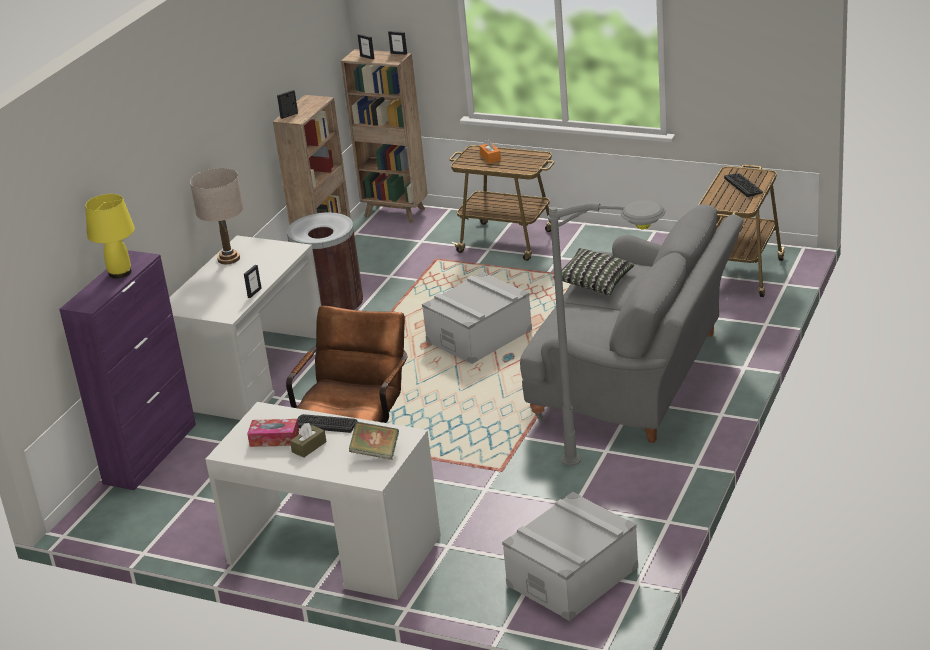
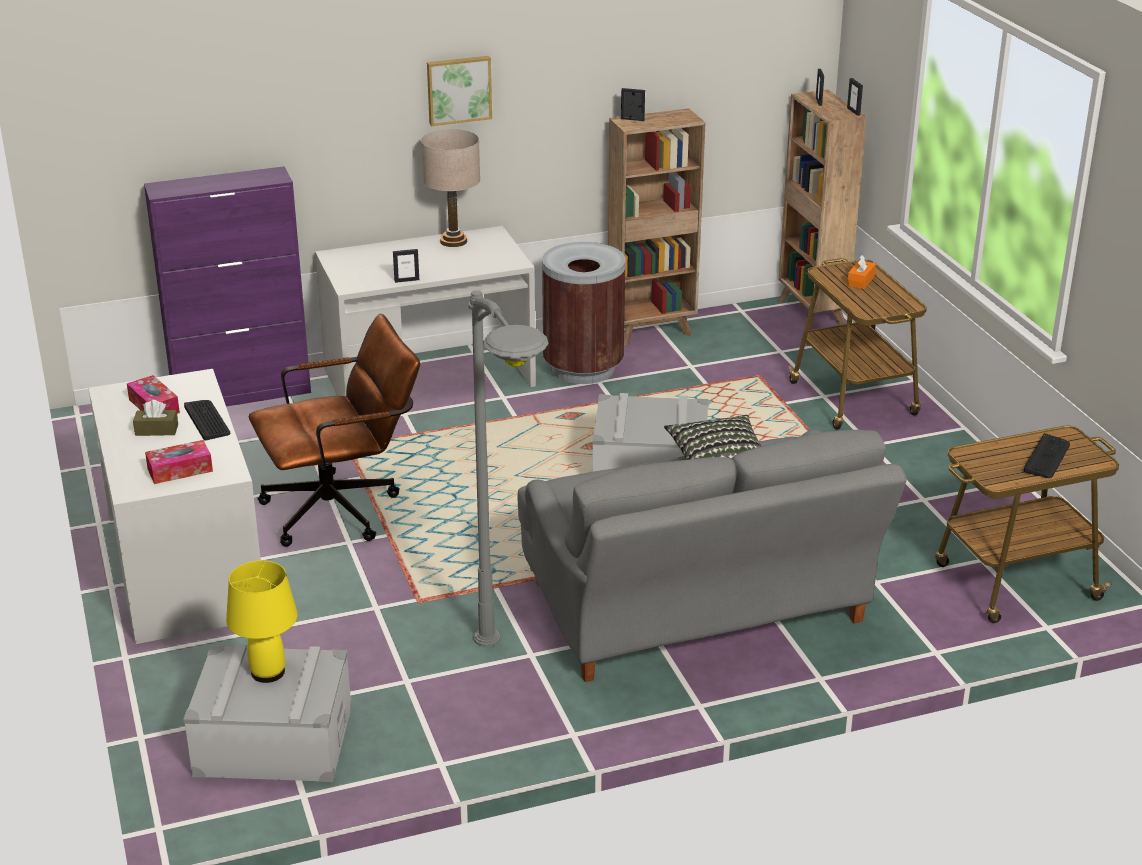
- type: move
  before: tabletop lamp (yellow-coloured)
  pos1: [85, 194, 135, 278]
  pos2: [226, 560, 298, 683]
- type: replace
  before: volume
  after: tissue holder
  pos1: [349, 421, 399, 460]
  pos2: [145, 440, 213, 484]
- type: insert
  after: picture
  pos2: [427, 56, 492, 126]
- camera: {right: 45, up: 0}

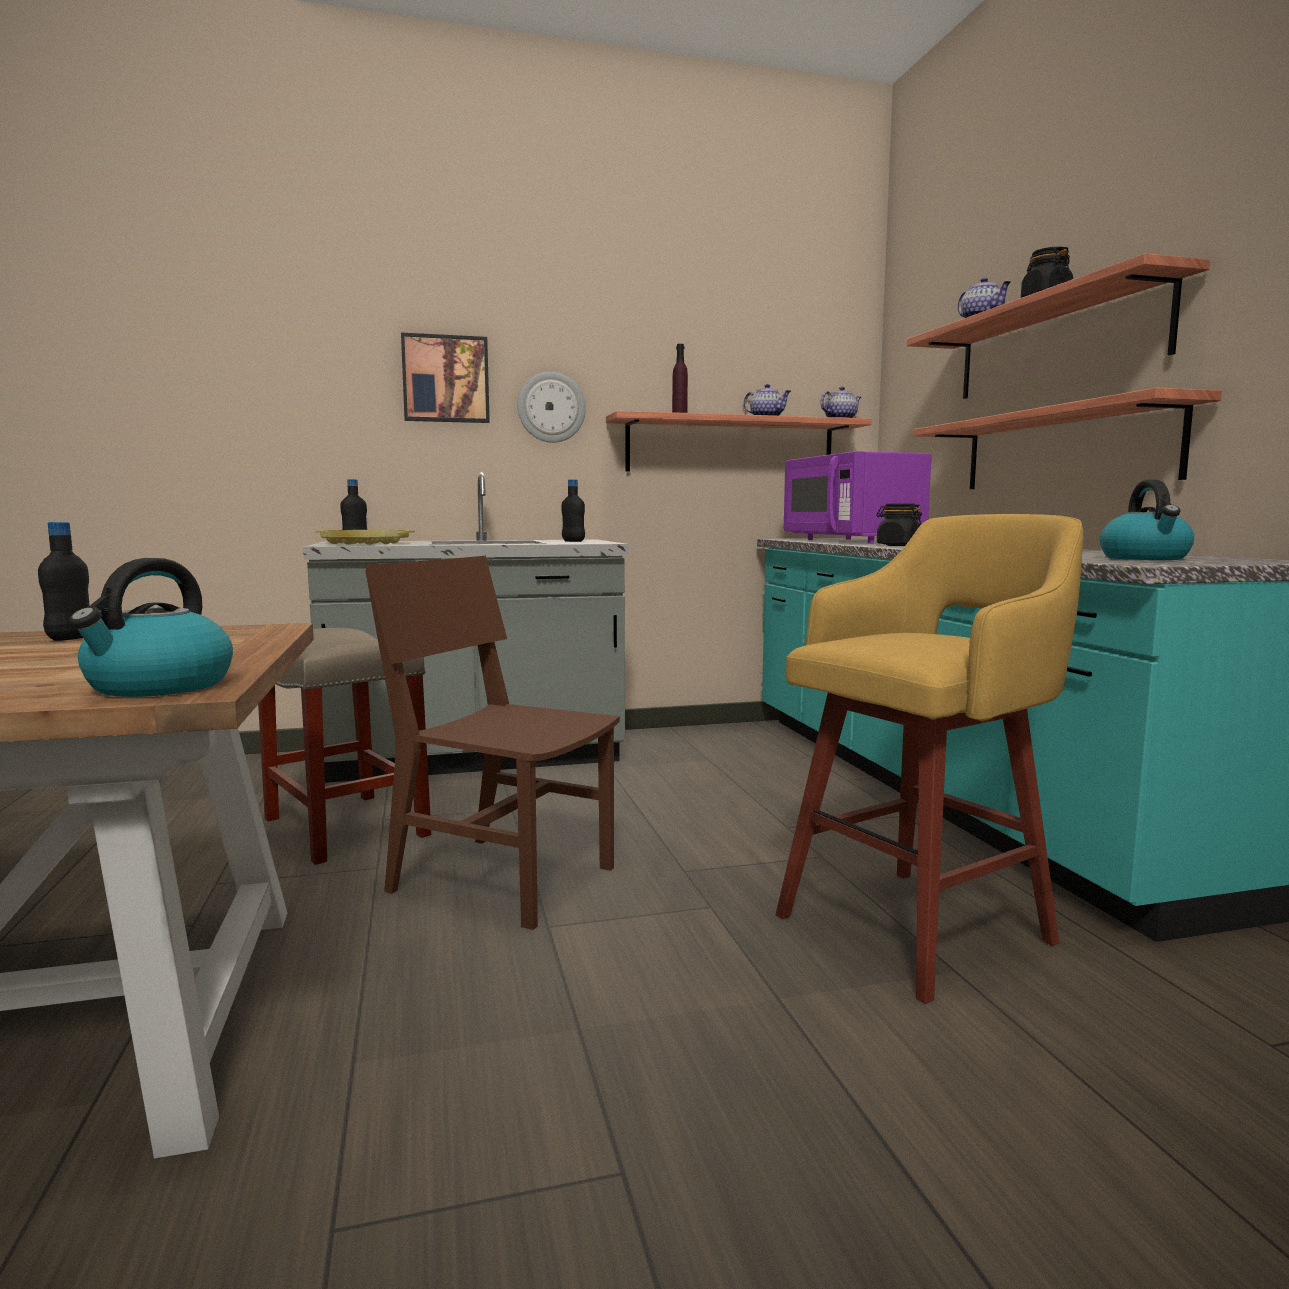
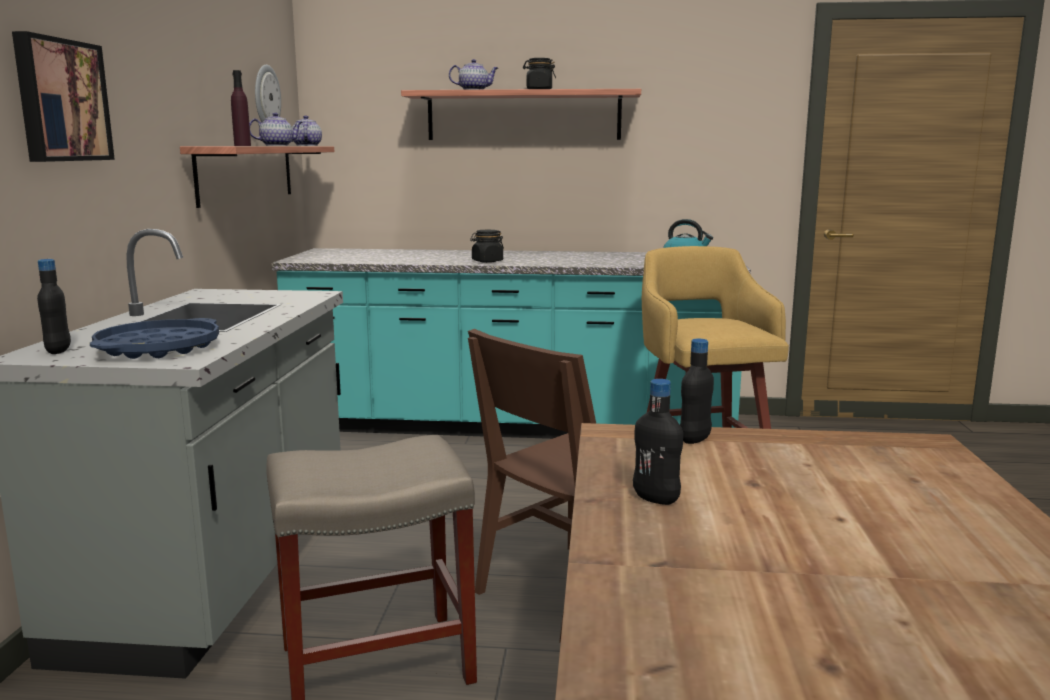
- type: move
  before: wall clock
  pos1: [517, 372, 586, 443]
  pos2: [255, 65, 281, 122]
- type: delete
  before: bracket shelf
  pos1: [913, 387, 1222, 489]
- type: delete
  before: microwave (purple)
  pos1: [784, 451, 932, 544]
- type: move
  before: bottle (black)
  pos1: [561, 479, 585, 542]
  pos2: [680, 339, 714, 444]
- type: recolor
  before: serving tray (yellow-coloured)
  after: serving tray (blue-coloured)
  pos1: [315, 530, 415, 545]
  pos2: [90, 318, 219, 359]
- type: delete
  before: water kettle
  pos1: [69, 558, 233, 697]
- camera: {right: -70, up: 5}

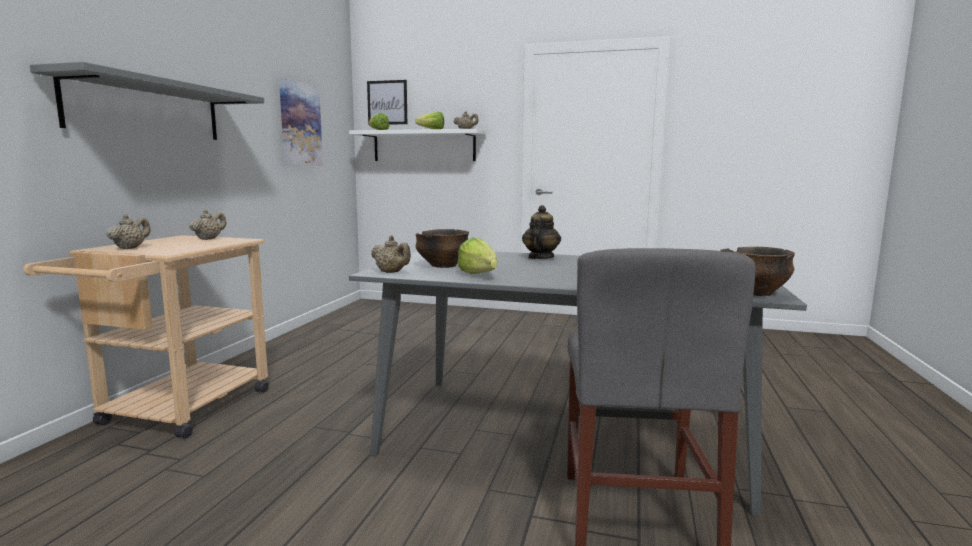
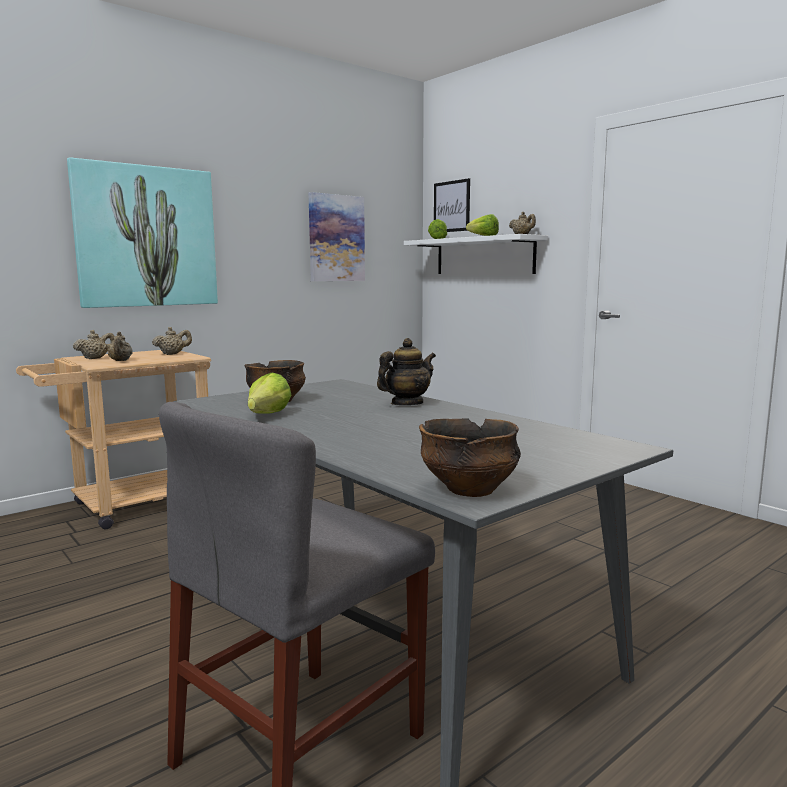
- type: replace
  before: bracket shelf (gray)
  after: picture
  pos1: [30, 62, 264, 140]
  pos2: [67, 157, 218, 308]
- type: move
  before: teapot (sand-coloured)
  pos1: [371, 236, 411, 273]
  pos2: [108, 332, 133, 361]
- camera: {right: 35, up: 0}

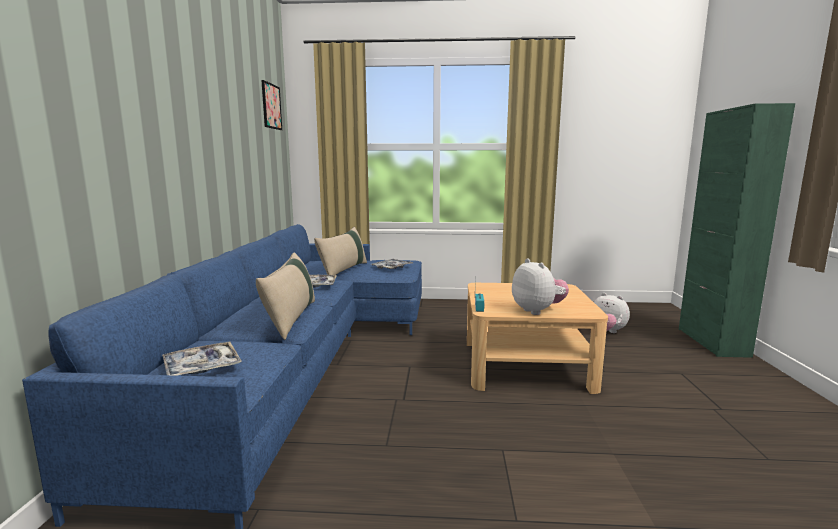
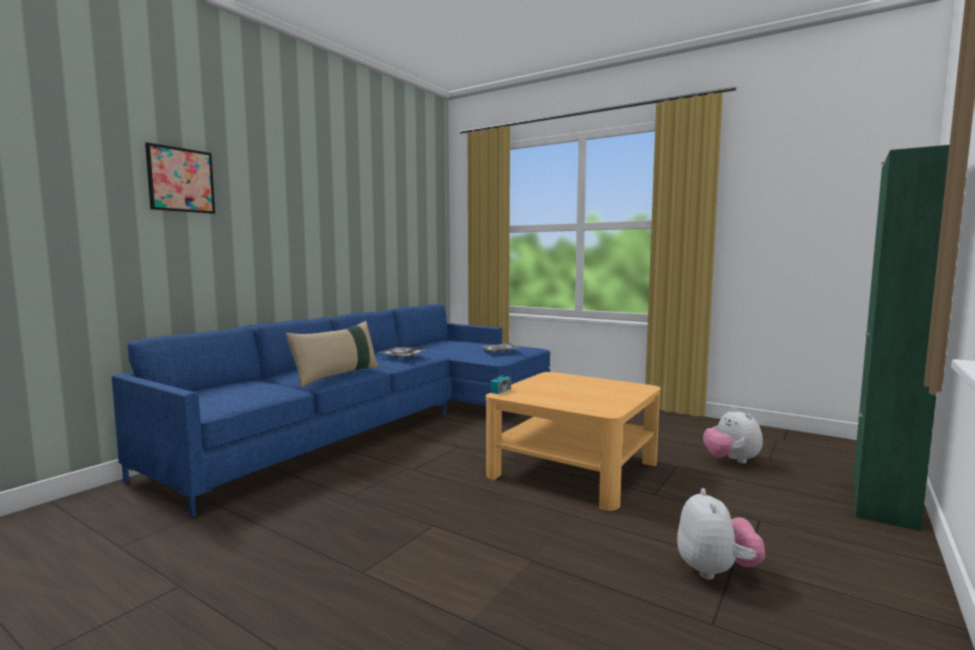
- type: move
  before: picture
  pos1: [261, 80, 282, 130]
  pos2: [145, 142, 215, 214]
- type: delete
  before: throw pillow (sand-coloured)
  pos1: [314, 227, 367, 275]
- type: move
  before: plush toy
  pos1: [512, 258, 569, 315]
  pos2: [677, 488, 765, 580]
- type: delete
  before: serving tray
  pos1: [163, 342, 242, 376]
- camera: {right: 30, up: -5}

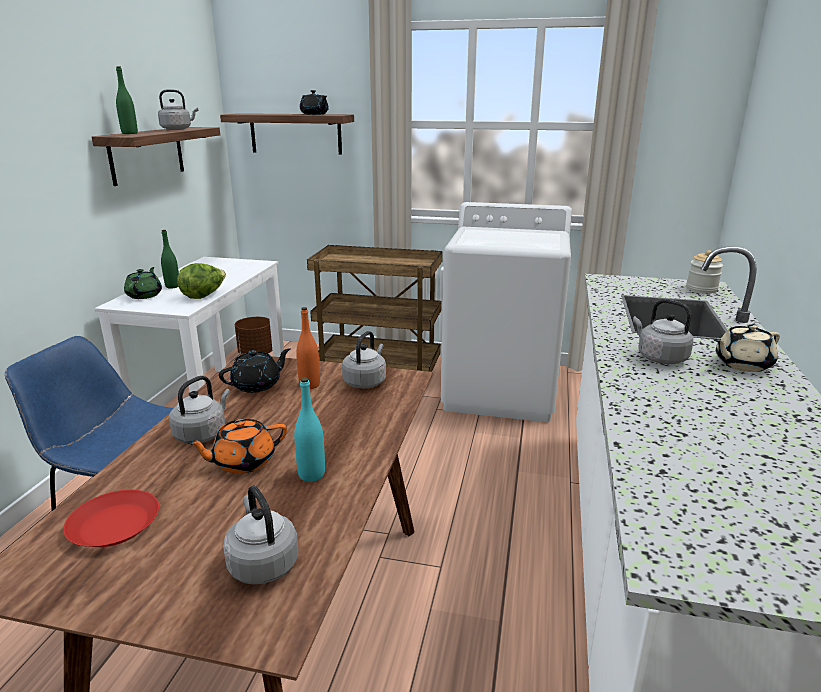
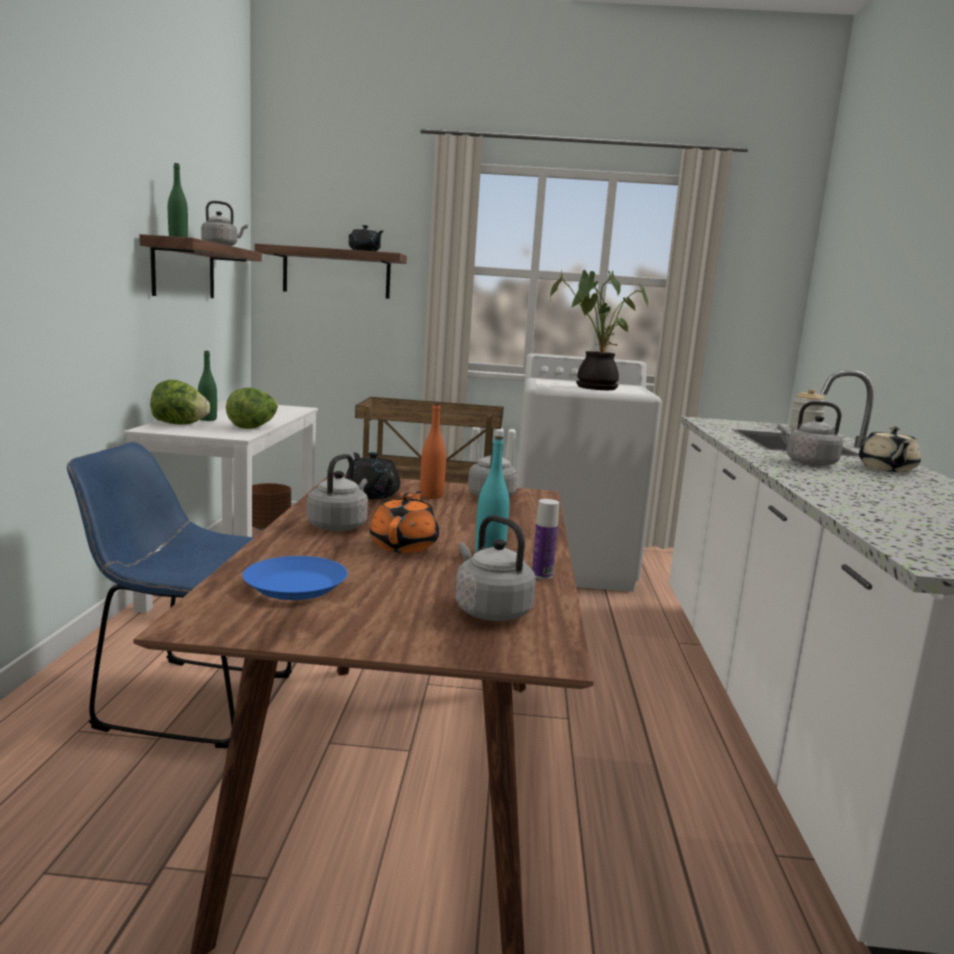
- type: replace
  before: teapot (green)
  after: lettuce
  pos1: [124, 267, 162, 299]
  pos2: [150, 380, 210, 424]
- type: rotate
  before: teapot (sand-coloured)
  pos1: [715, 324, 780, 372]
  pos2: [859, 426, 921, 472]
  turn: -45
- type: rotate
  before: teapot (black)
  pos1: [219, 348, 290, 393]
  pos2: [345, 452, 400, 499]
  turn: -75
- type: rotate
  before: teapot (orange)
  pos1: [186, 419, 287, 474]
  pos2: [370, 491, 439, 553]
  turn: 135
- type: recolor
  before: plate (red)
  after: plate (blue-coloured)
  pos1: [63, 490, 159, 547]
  pos2: [243, 556, 348, 600]
- type: insert
  after: plant in a pot
  pos2: [550, 270, 648, 390]
- type: insert
  after: bottle
  pos2: [532, 499, 559, 580]
- camera: {right: -10, up: -10}

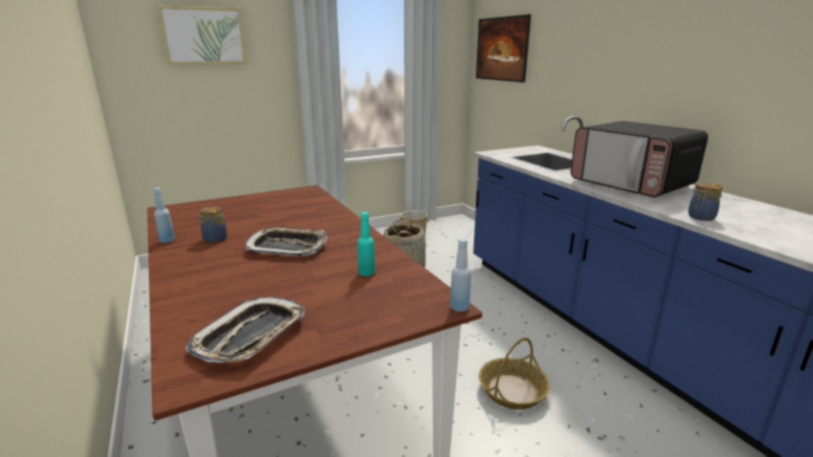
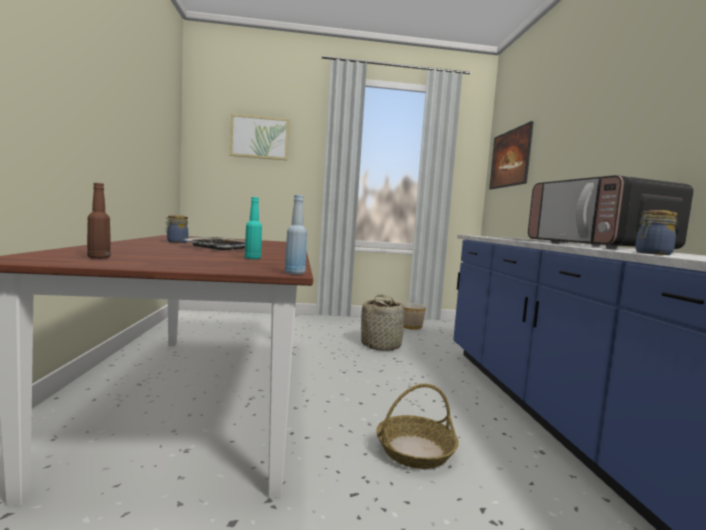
- type: delete
  before: bottle (blue-coloured)
  pos1: [153, 188, 175, 243]
- type: replace
  before: serving tray
  after: bottle (brownish)
  pos1: [186, 297, 305, 363]
  pos2: [87, 183, 111, 259]
- camera: {right: 20, up: -15}

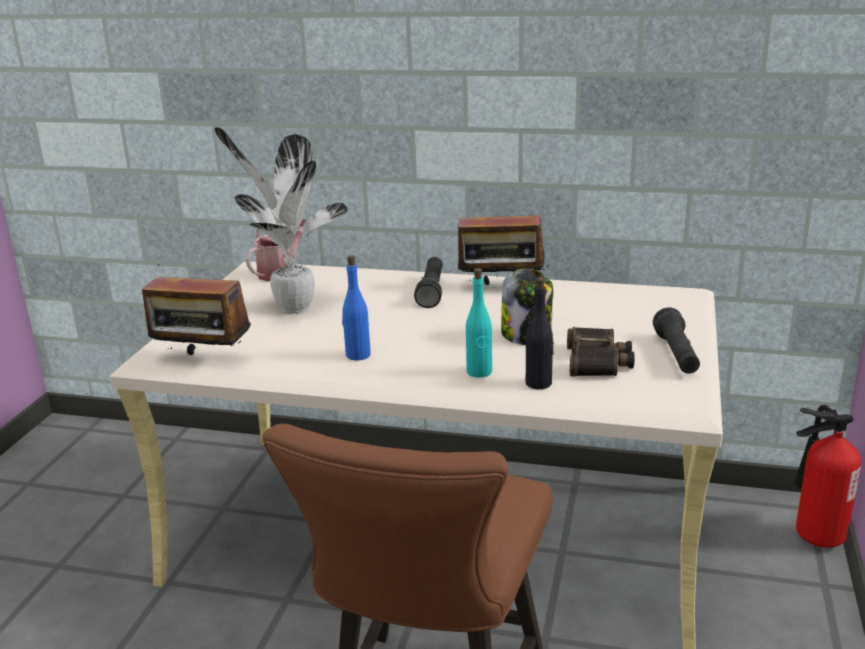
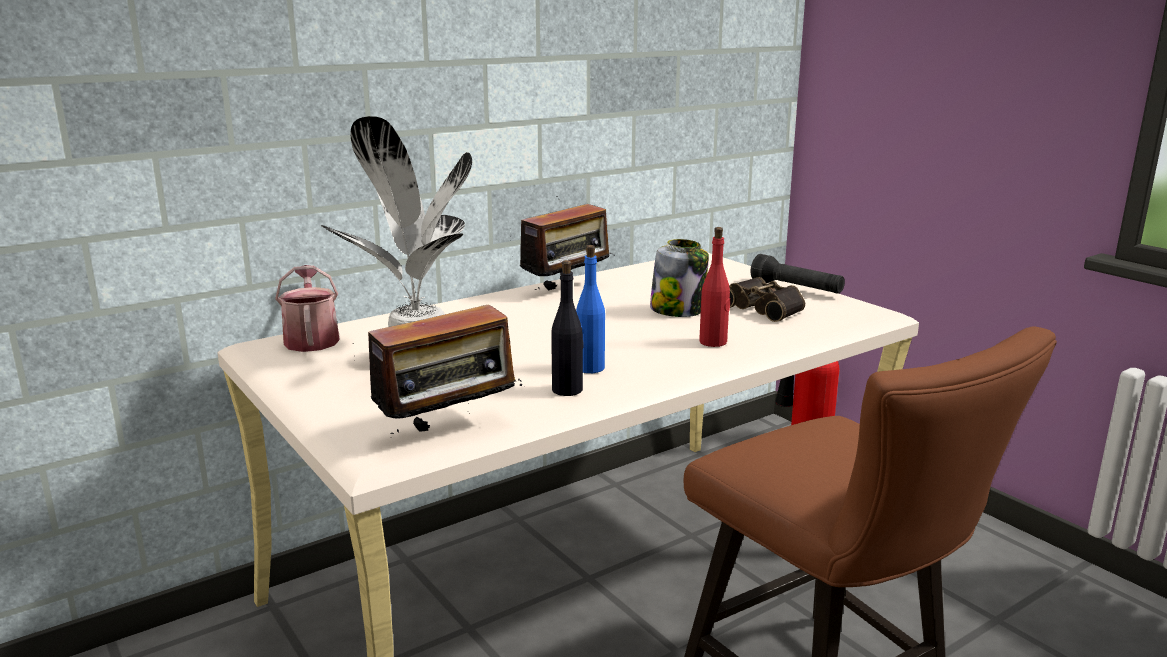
- type: delete
  before: hand torch (black)
  pos1: [414, 257, 443, 308]
- type: recolor
  before: bottle (turquoise)
  after: bottle (red)
  pos1: [466, 268, 492, 378]
  pos2: [699, 227, 730, 347]
- type: move
  before: bottle (black)
  pos1: [526, 277, 554, 389]
  pos2: [551, 260, 584, 396]
- camera: {right: -50, up: -5}

